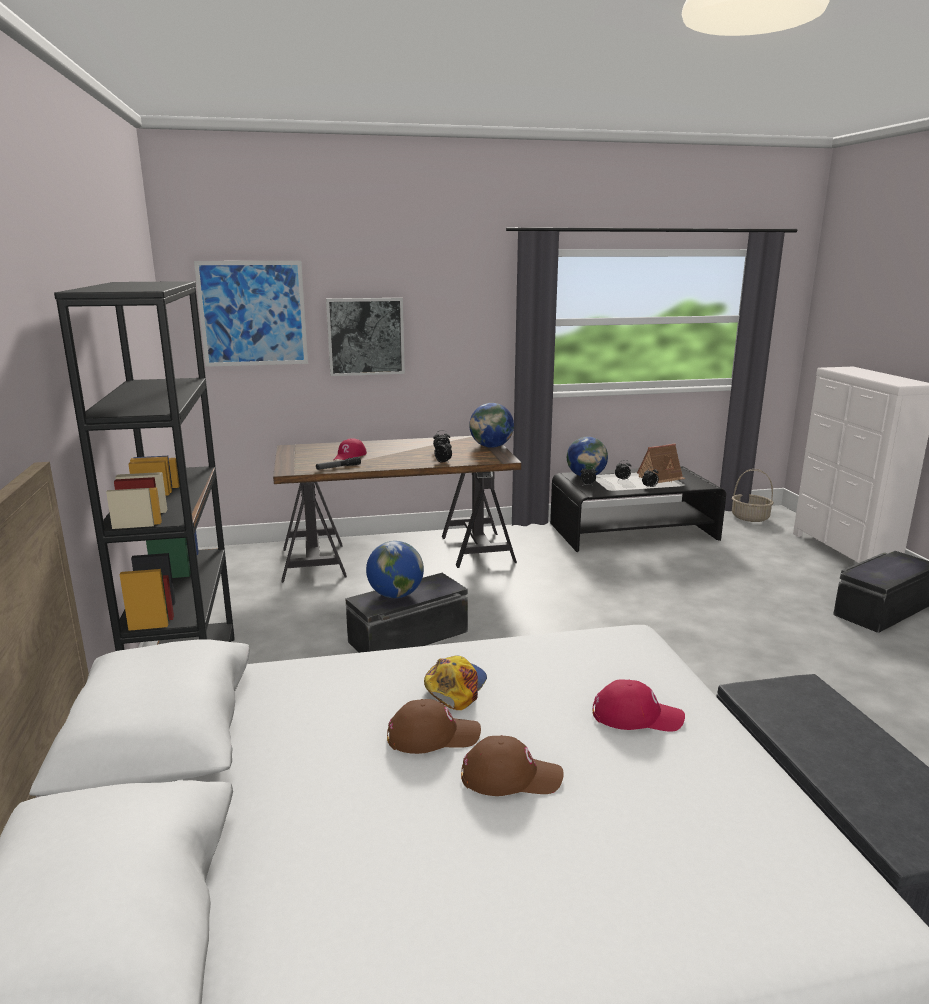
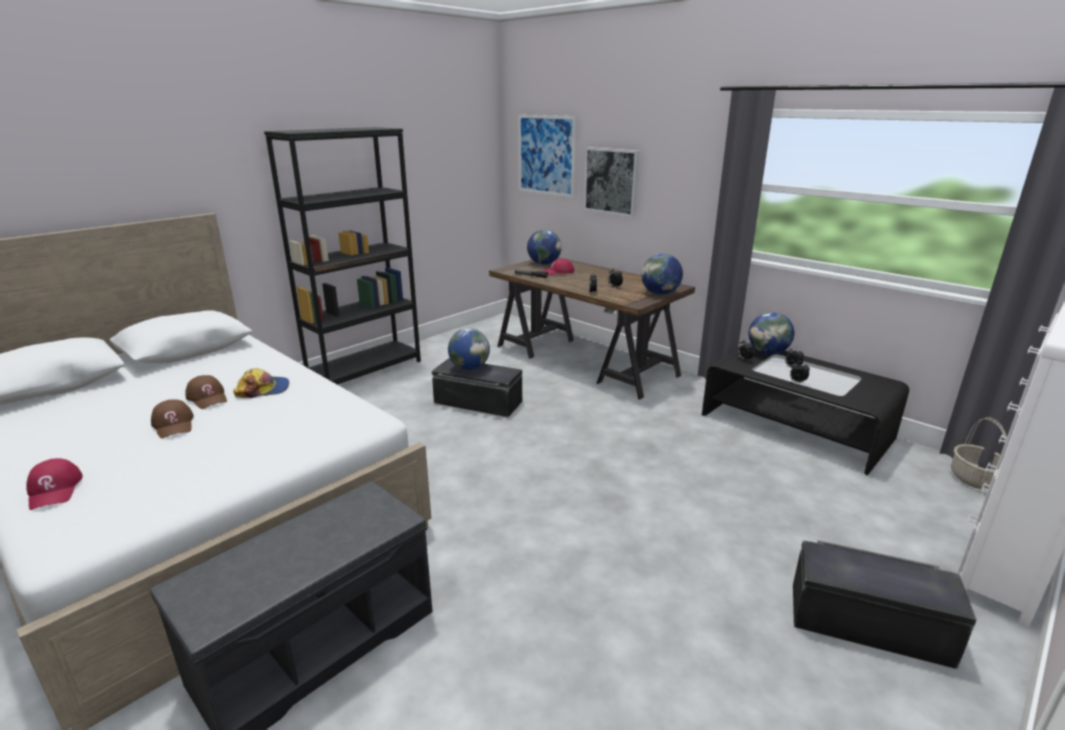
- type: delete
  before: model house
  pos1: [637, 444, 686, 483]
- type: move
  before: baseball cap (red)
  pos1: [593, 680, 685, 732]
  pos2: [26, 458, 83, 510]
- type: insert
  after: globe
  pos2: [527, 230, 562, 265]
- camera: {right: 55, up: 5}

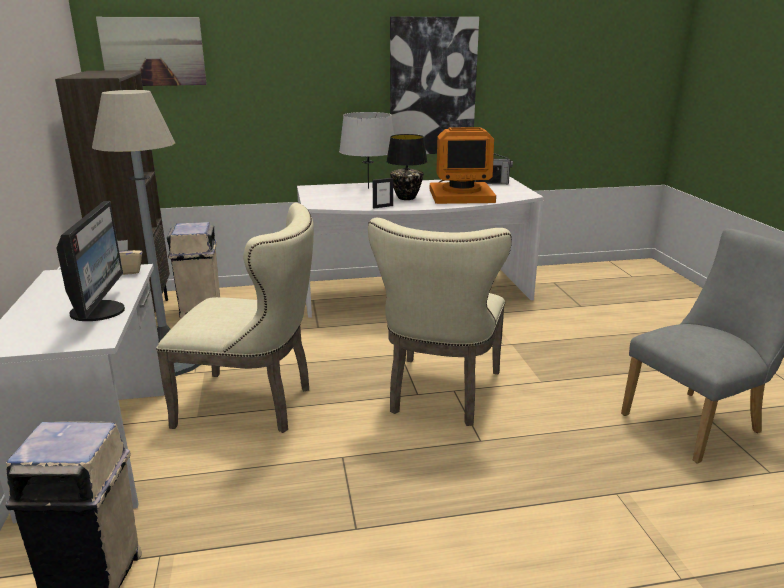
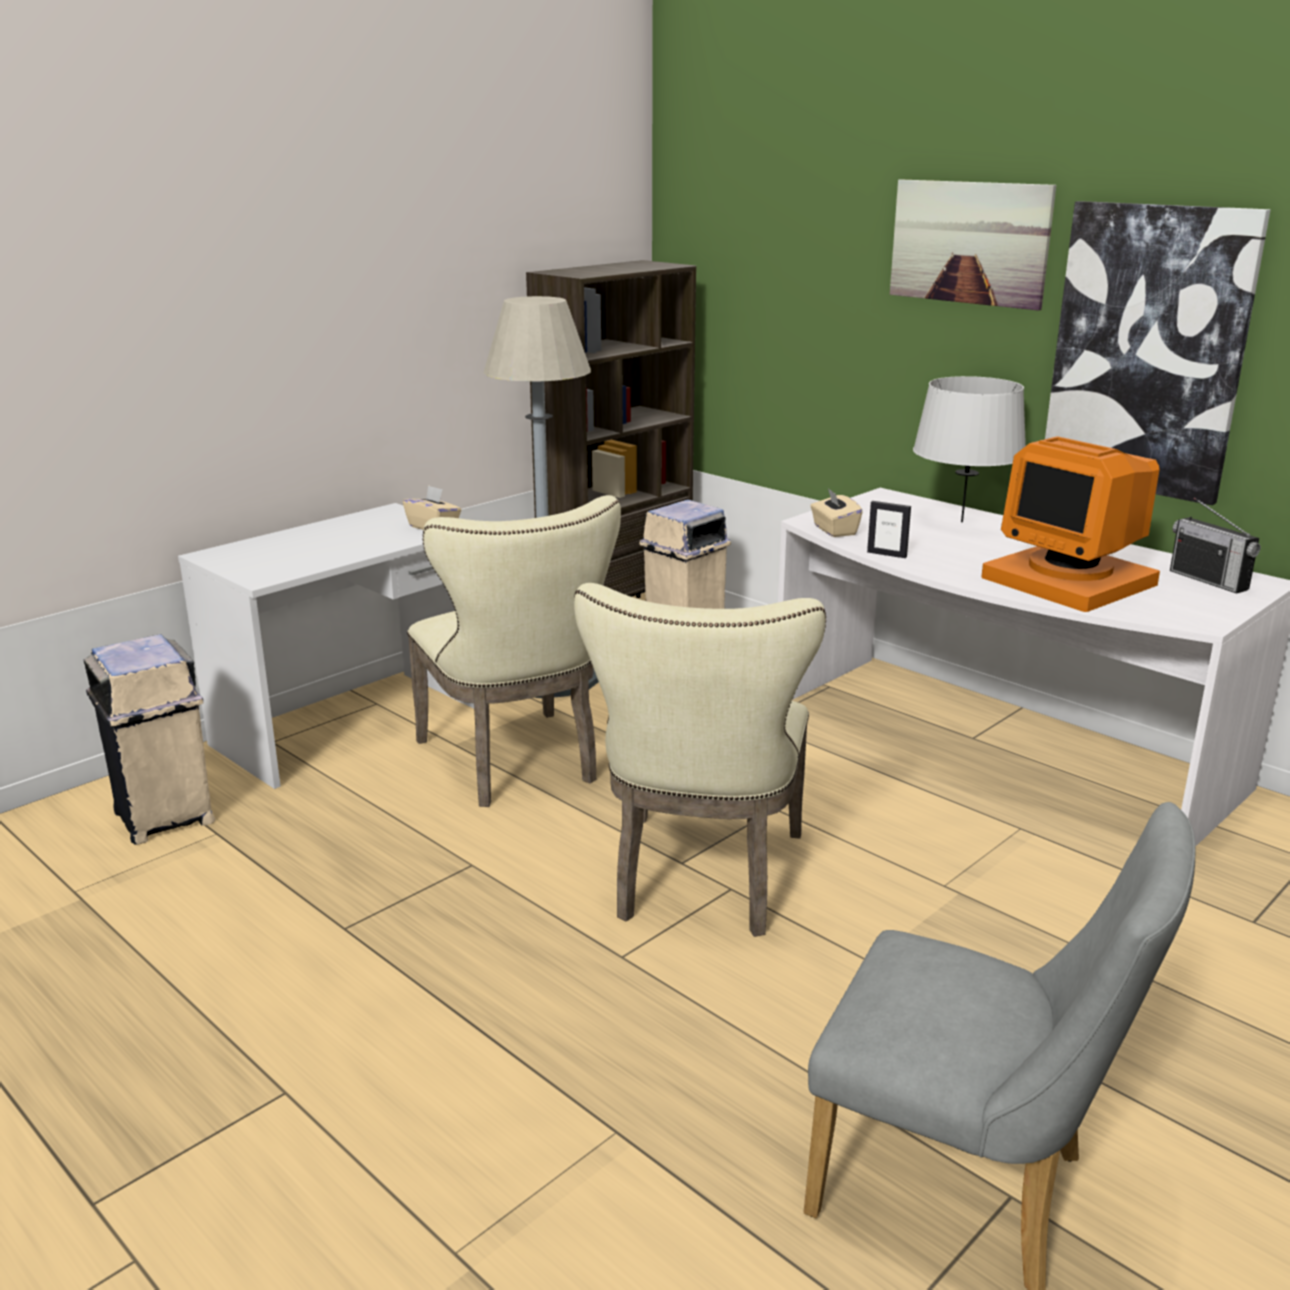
- type: move
  before: picture
  pos1: [96, 17, 207, 86]
  pos2: [890, 179, 1056, 311]
- type: delete
  before: tabletop lamp (black)
  pos1: [386, 134, 428, 200]
- type: delete
  before: computer screen
  pos1: [56, 201, 125, 321]
- type: rotate
  before: upright chair (sand-coloured)
  pos1: [368, 218, 512, 426]
  pos2: [574, 583, 826, 937]
  turn: -60
- type: insert
  after: tissue holder (sand-coloured)
  pos2: [810, 488, 863, 537]
- camera: {right: 55, up: 0}

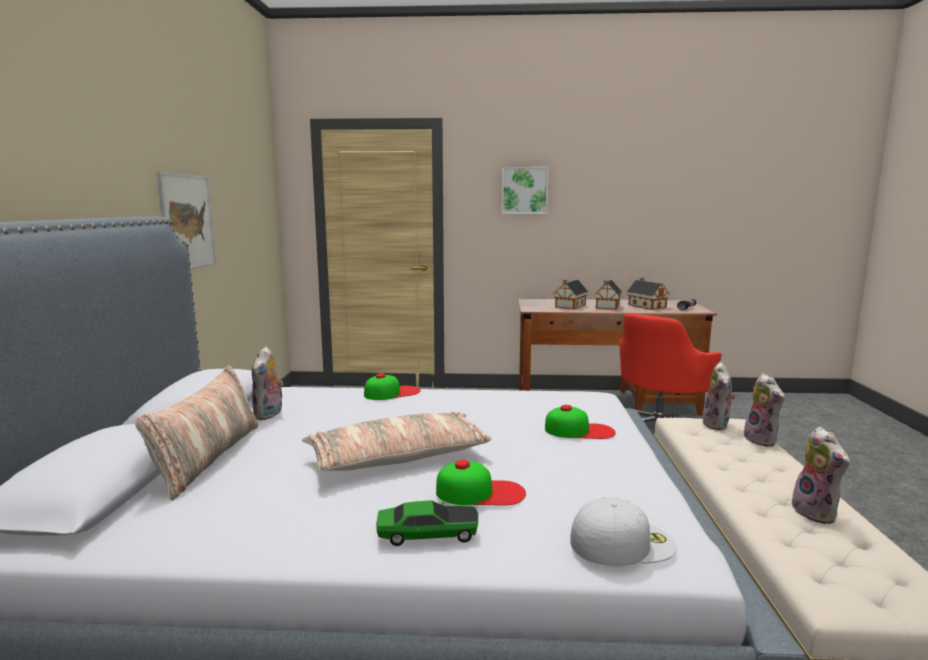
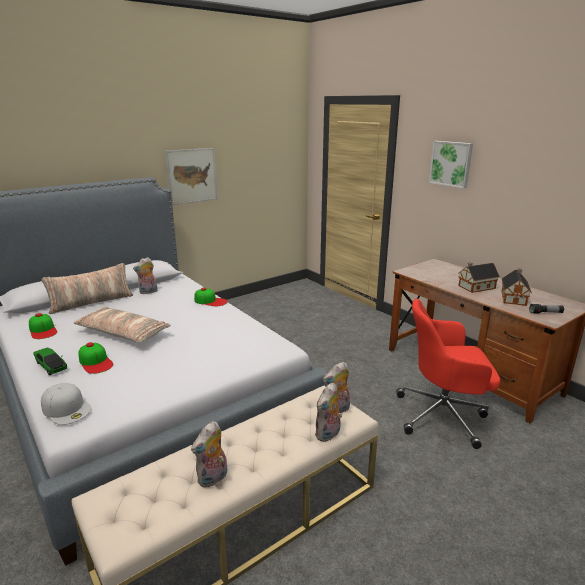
- type: delete
  before: model house
  pos1: [553, 280, 588, 309]
- type: move
  before: baseball cap
  pos1: [545, 405, 616, 439]
  pos2: [29, 313, 57, 339]
- camera: {right: 50, up: 10}

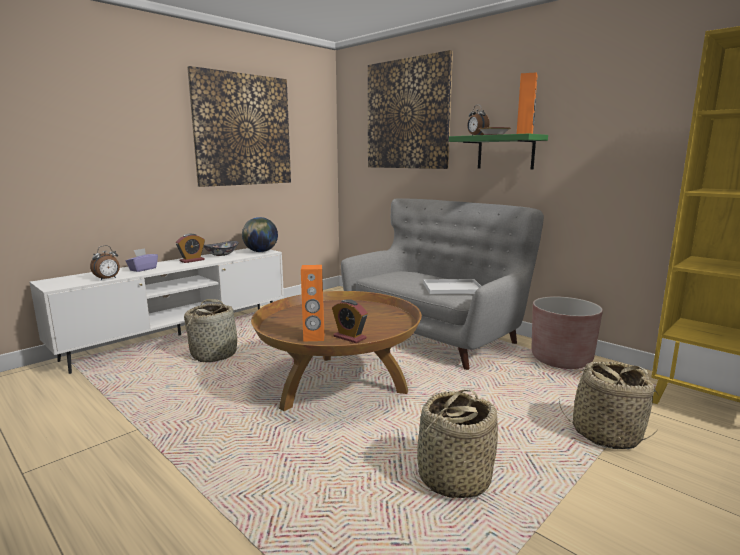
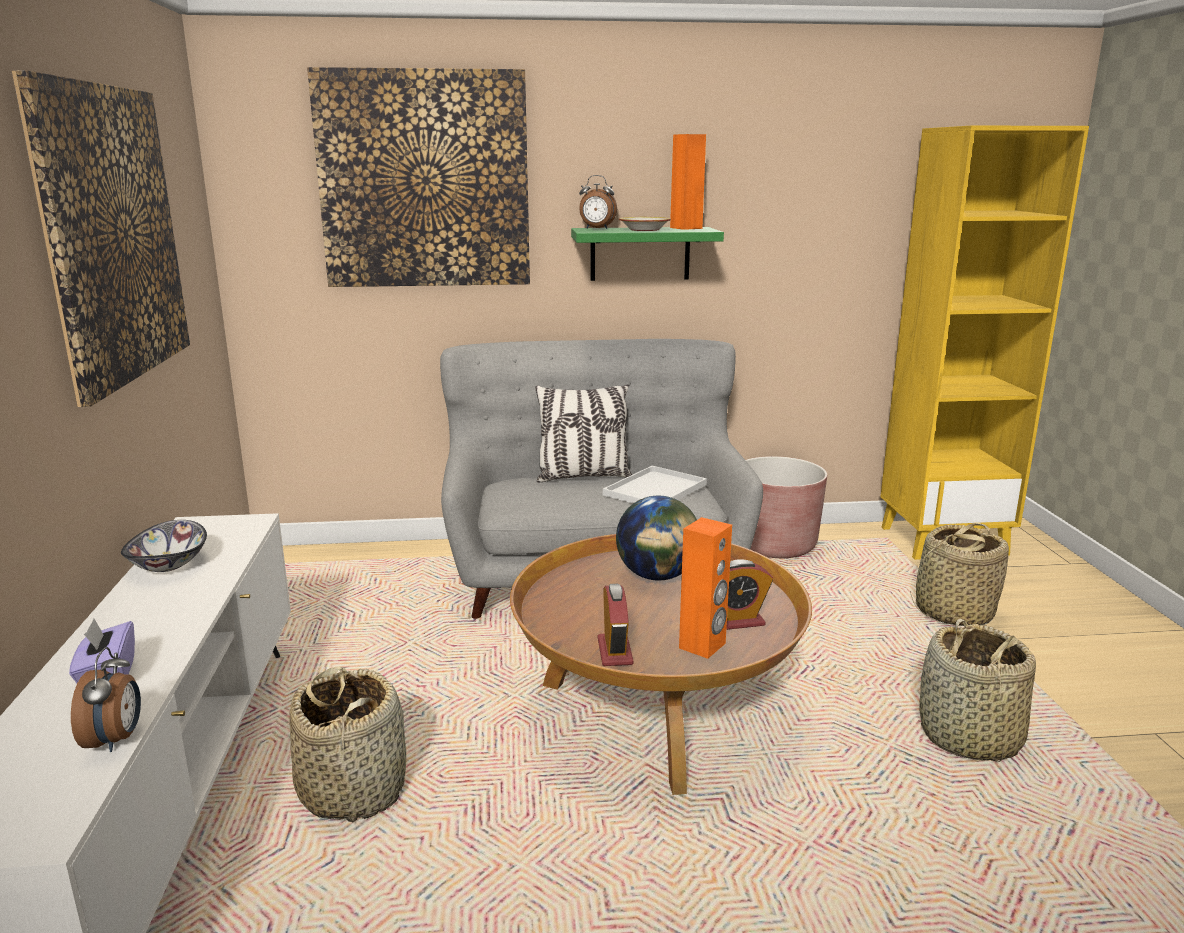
- type: move
  before: globe
  pos1: [242, 217, 278, 252]
  pos2: [616, 496, 697, 580]
- type: move
  before: bedside clock
  pos1: [176, 234, 205, 263]
  pos2: [598, 584, 633, 666]
- type: insert
  after: throw pillow
  pos2: [535, 384, 632, 482]
- camera: {right: -50, up: 5}

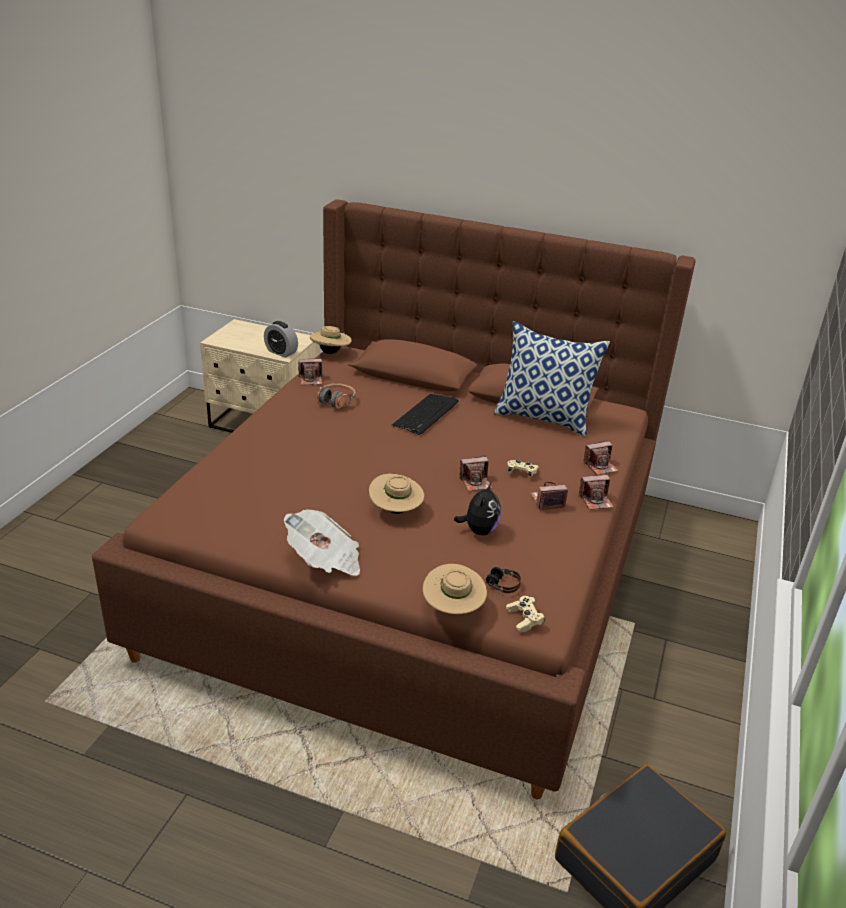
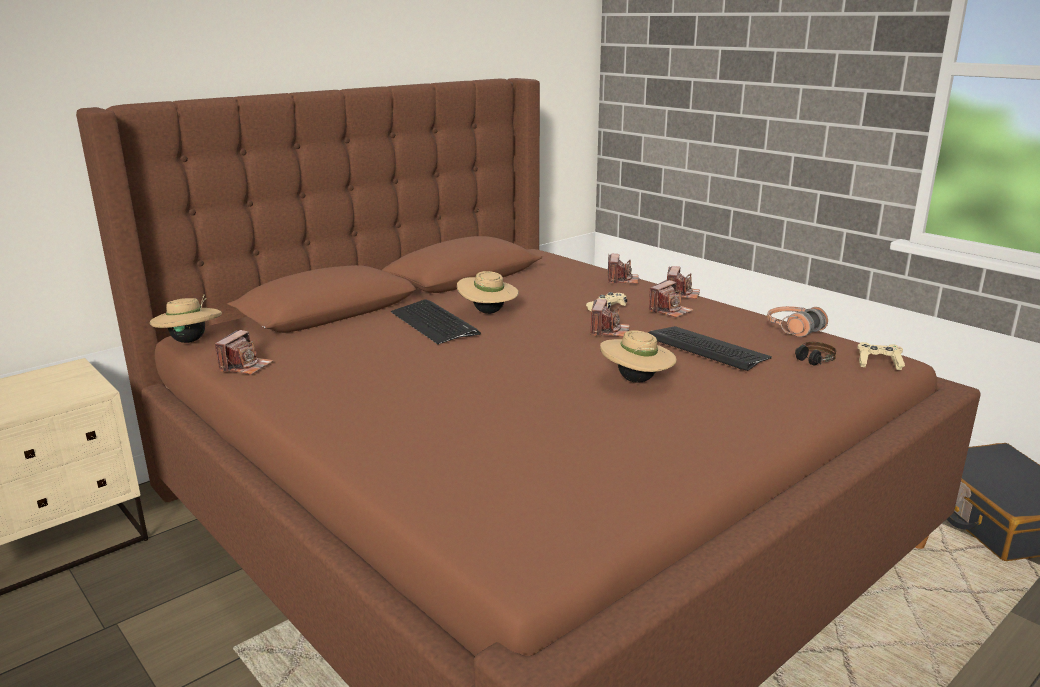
- type: delete
  before: bedside clock
  pos1: [264, 321, 298, 358]
- type: delete
  before: throw pillow
  pos1: [494, 321, 610, 437]
- type: move
  before: headphones
  pos1: [317, 383, 355, 409]
  pos2: [767, 306, 828, 337]
- type: replace
  before: plush toy
  after: keyboard
  pos1: [454, 482, 501, 535]
  pos2: [648, 326, 772, 371]
- type: rotate
  before: still camera
  pos1: [530, 482, 568, 510]
  pos2: [649, 280, 694, 318]
  turn: -150
- type: delete
  before: printed paper
  pos1: [284, 510, 360, 576]
- type: move
  before: hat (sand-coloured)
  pos1: [423, 564, 487, 614]
  pos2: [457, 271, 519, 314]
- camera: {right: -60, up: -10}

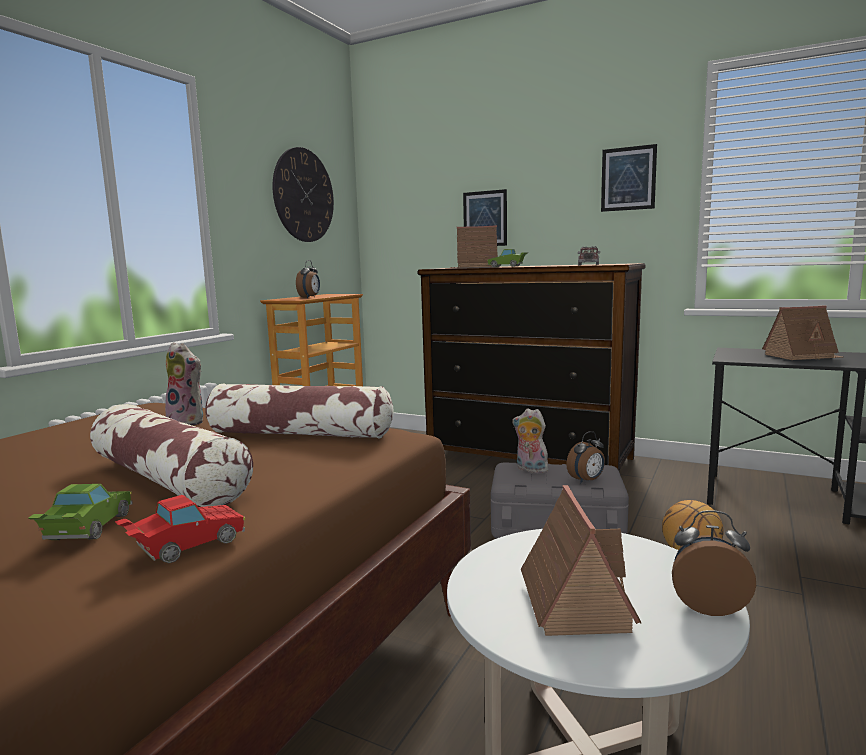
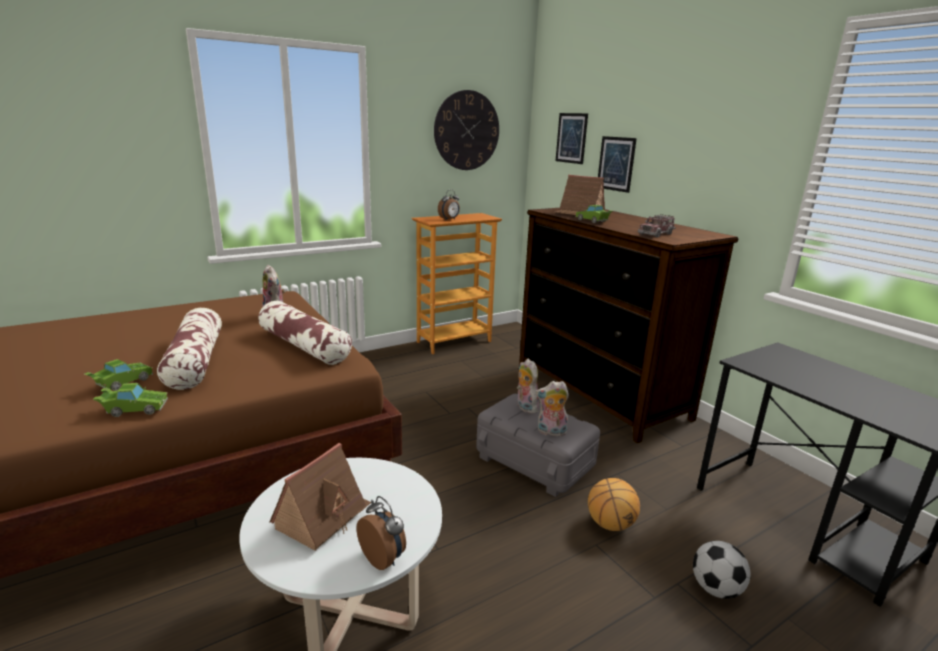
- type: move
  before: picture
  pos1: [601, 144, 657, 212]
  pos2: [556, 113, 588, 164]
- type: delete
  before: model house
  pos1: [762, 305, 843, 360]
- type: replace
  before: bedside clock
  after: plush toy
  pos1: [566, 431, 605, 483]
  pos2: [536, 381, 569, 436]
- type: recolor
  before: miniature car (red)
  after: miniature car (green)
  pos1: [115, 495, 245, 563]
  pos2: [93, 383, 168, 417]
- type: insert
  after: ball for football
  pos2: [693, 541, 751, 599]
- camera: {right: 30, up: 10}

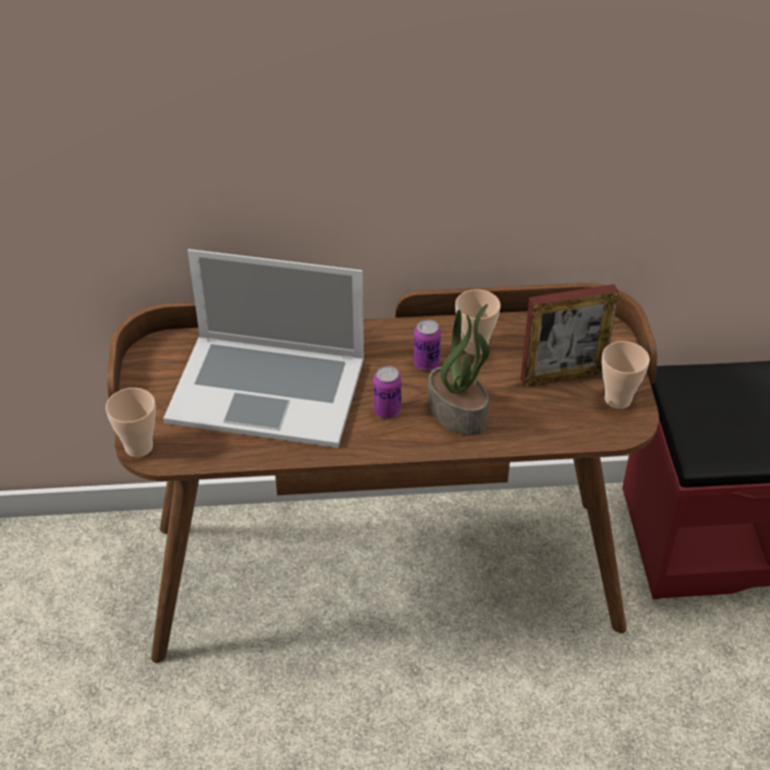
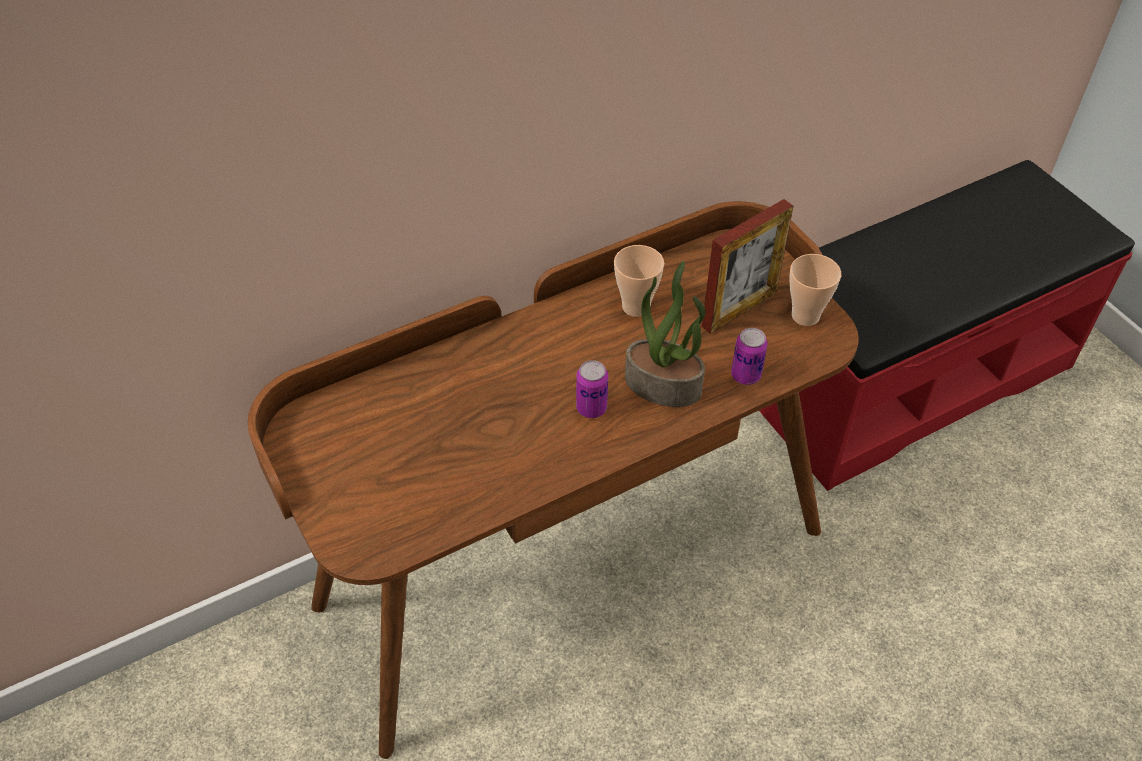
- type: delete
  before: notebook computer
  pos1: [163, 249, 364, 448]
- type: move
  before: metal can
  pos1: [413, 319, 441, 371]
  pos2: [731, 328, 768, 385]
- type: delete
  before: small cup
  pos1: [105, 388, 156, 457]
- camera: {right: -25, up: 5}

